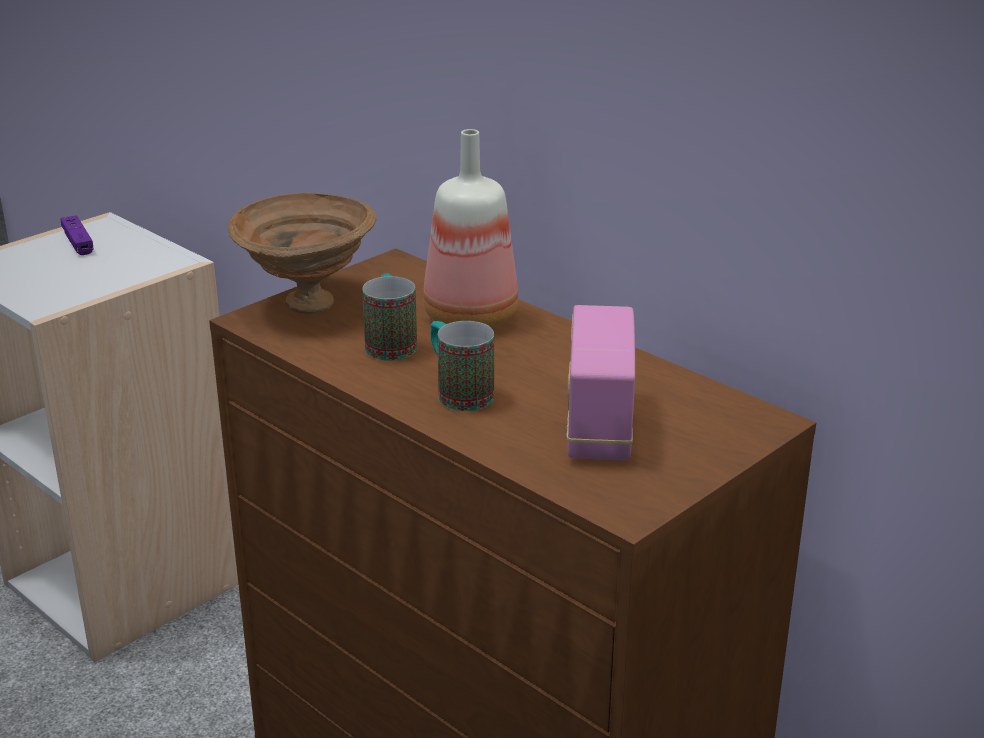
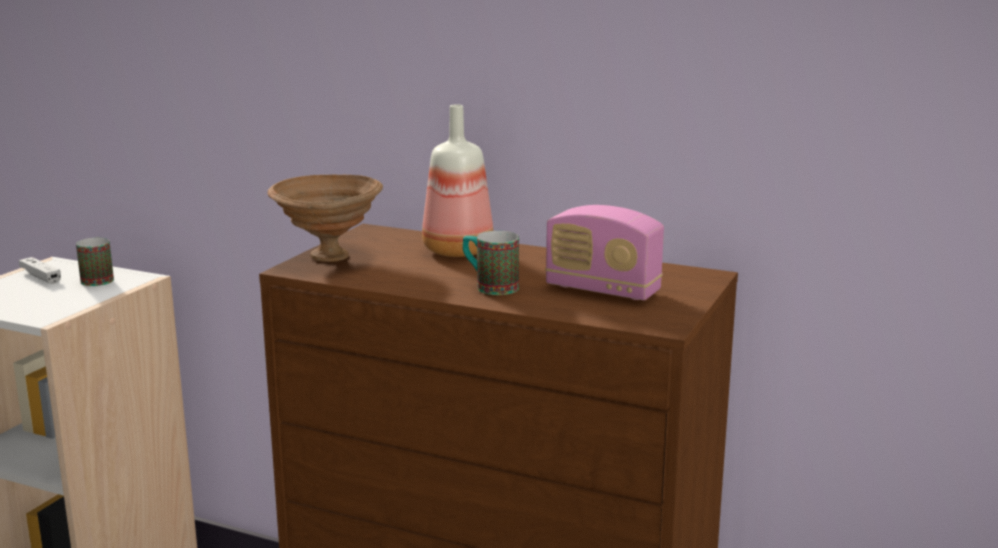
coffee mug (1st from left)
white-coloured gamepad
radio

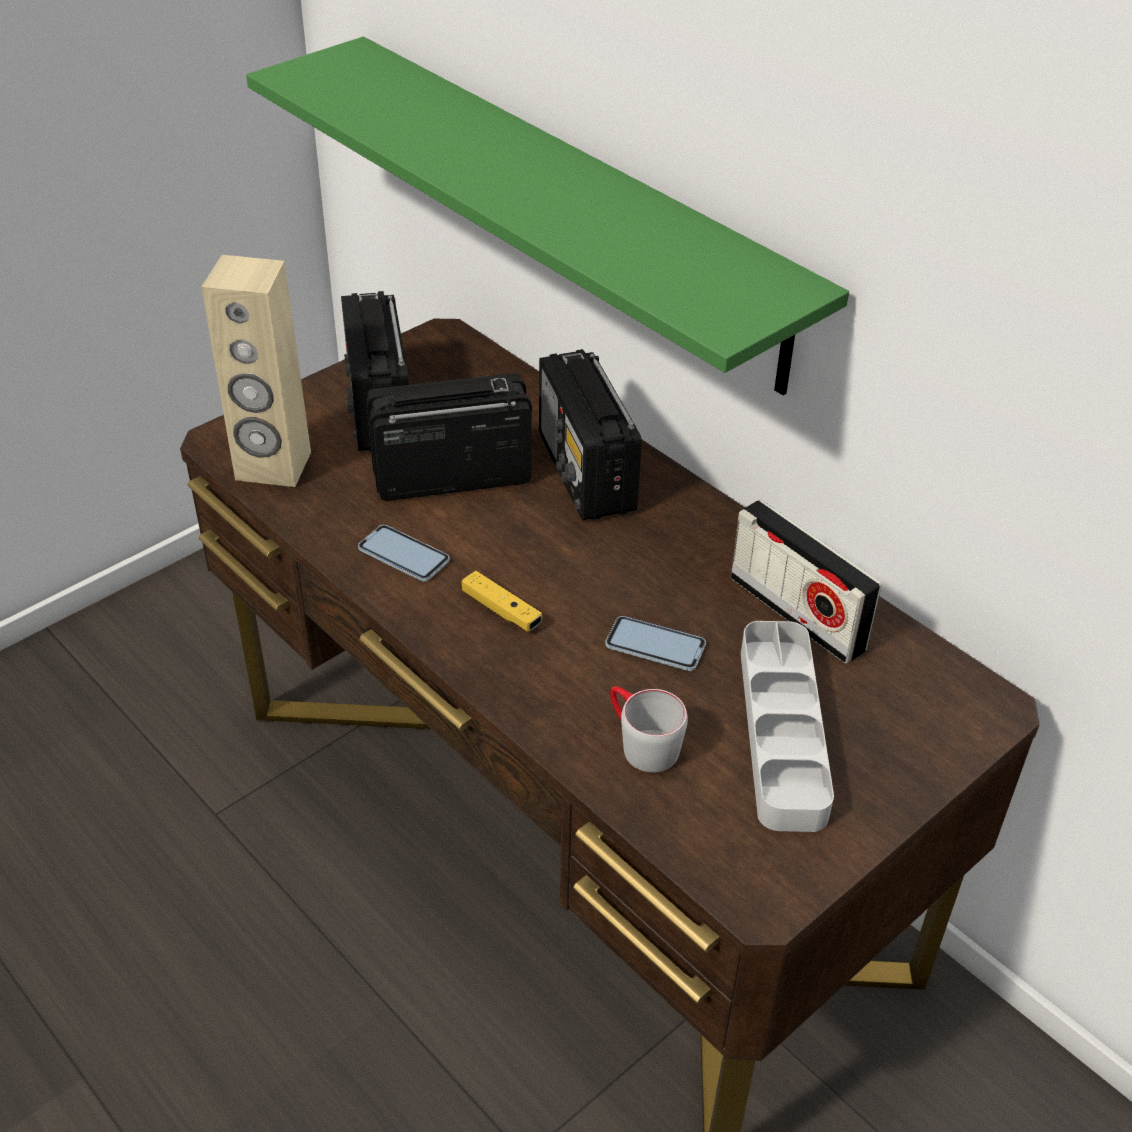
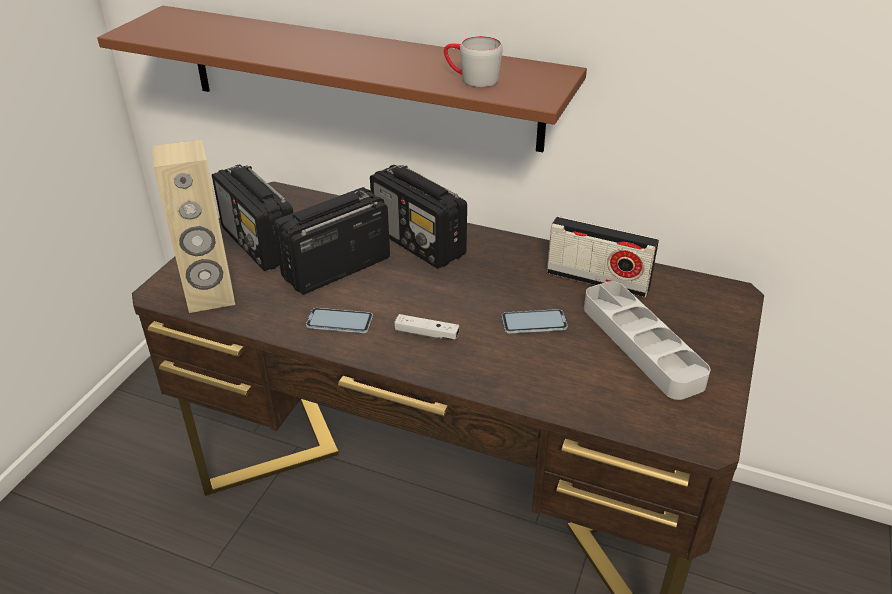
gray coffee mug
brown shelf
white-coloured gamepad

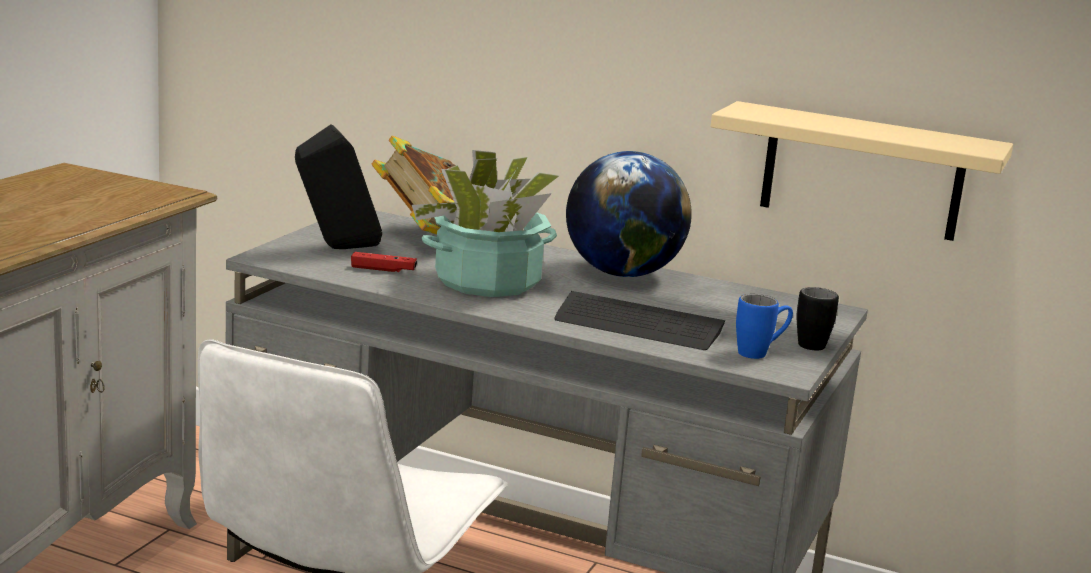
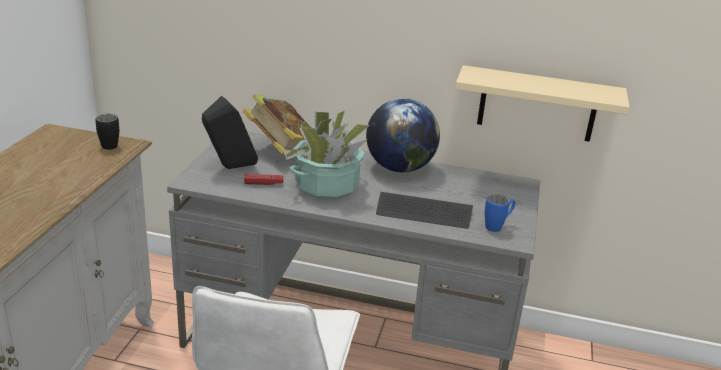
blackish coffee mug

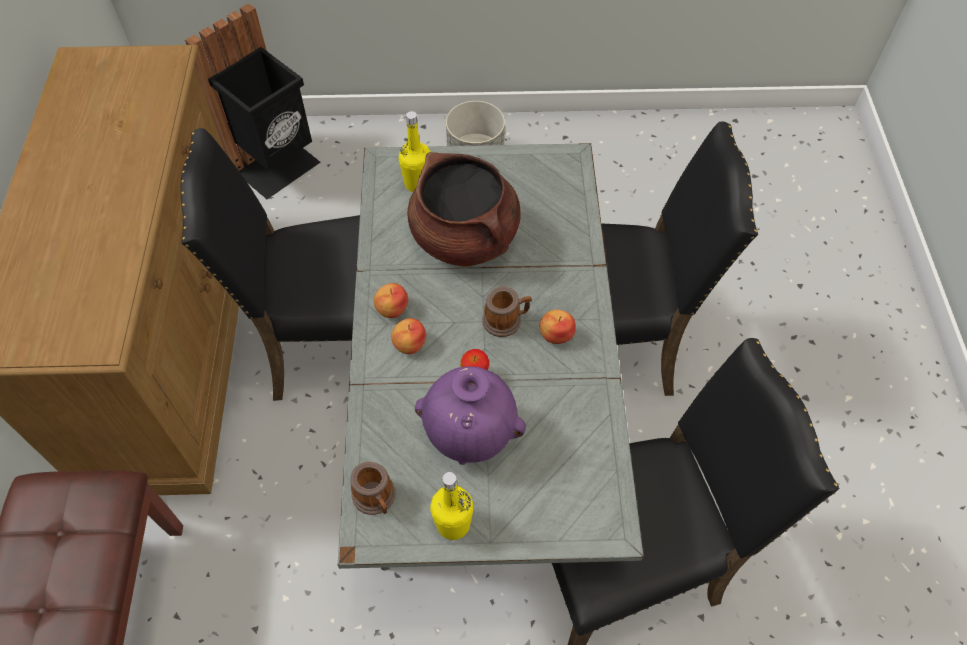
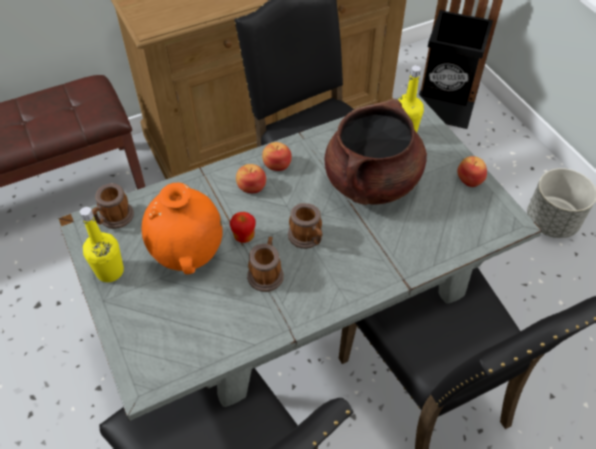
coffee mug (2nd from left)
apple (4th from left)
orangey flower vase

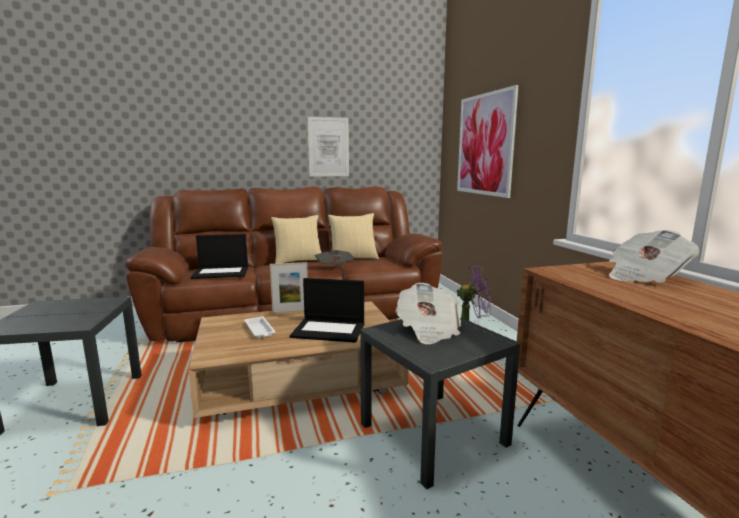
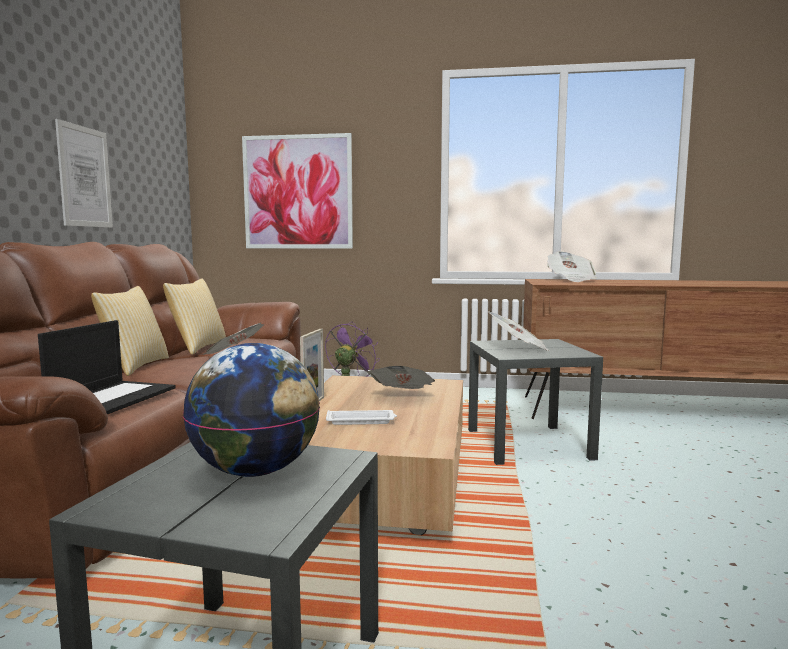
desk globe
printed paper (2nd from left)

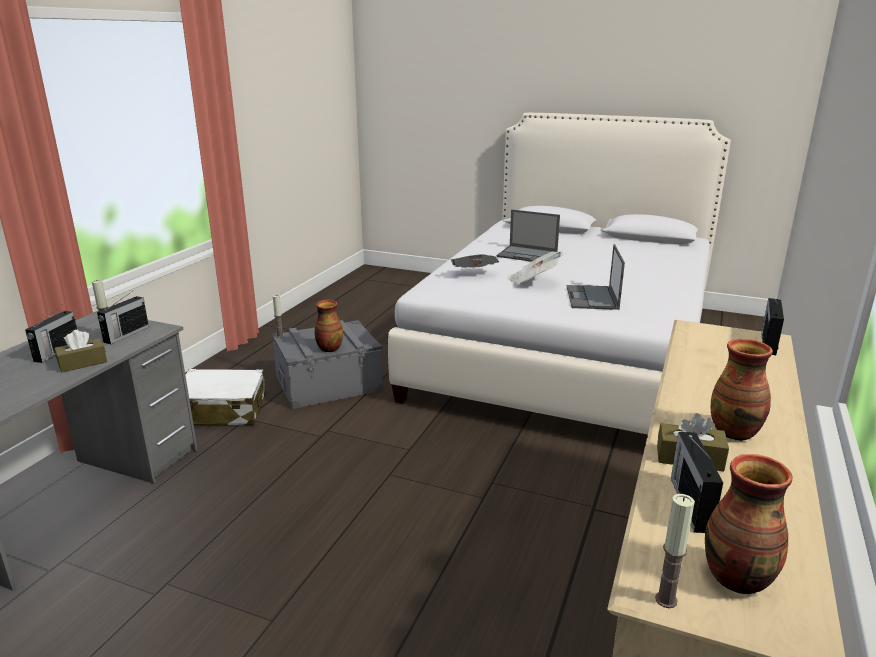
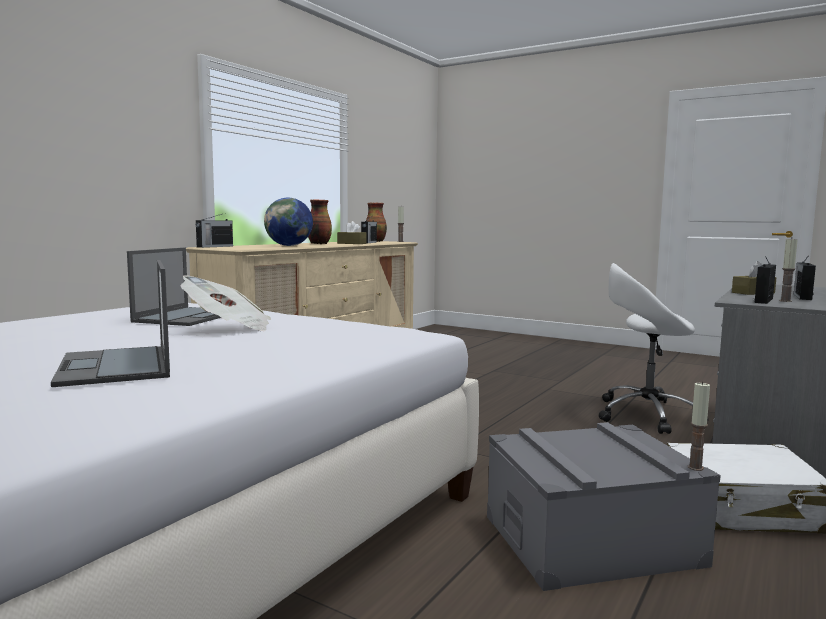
flower vase (1st from left in the first image)
printed paper (1st from left in the first image)
desk globe
white-coloured computer chair
laptop (1st from left)

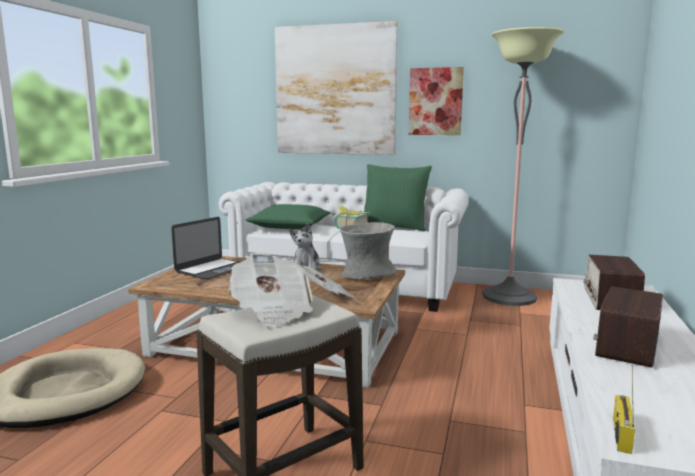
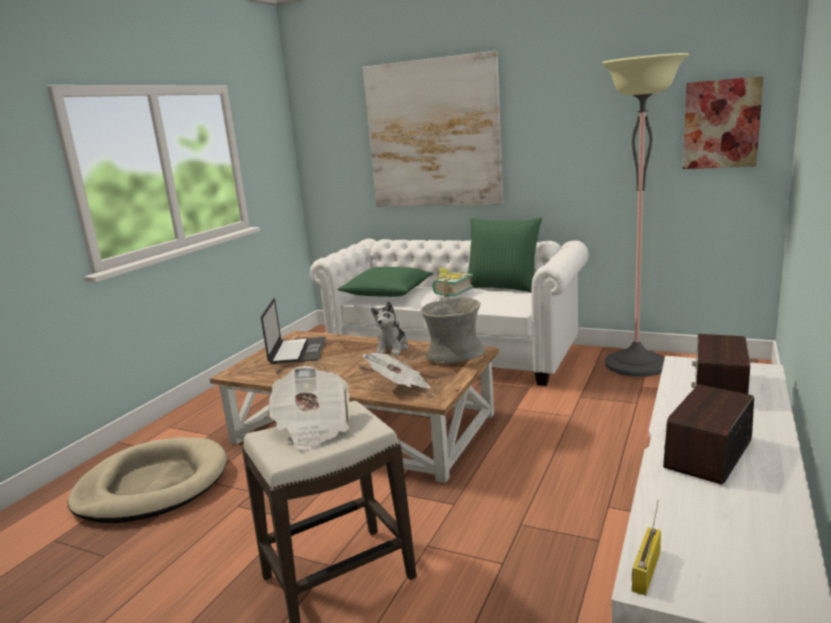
wall picture (2nd from left)
laptop

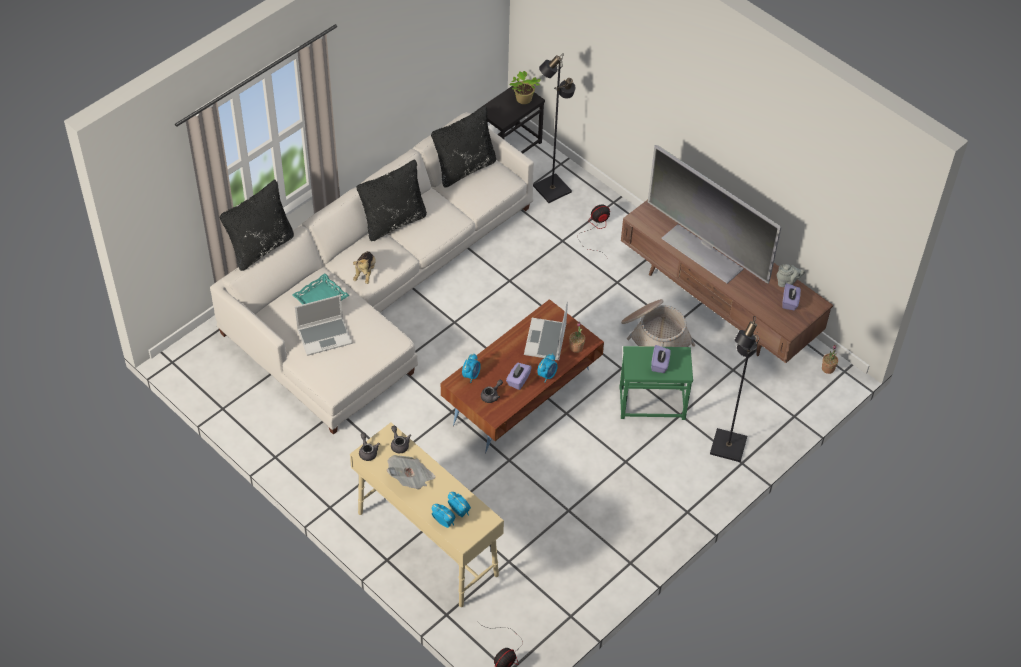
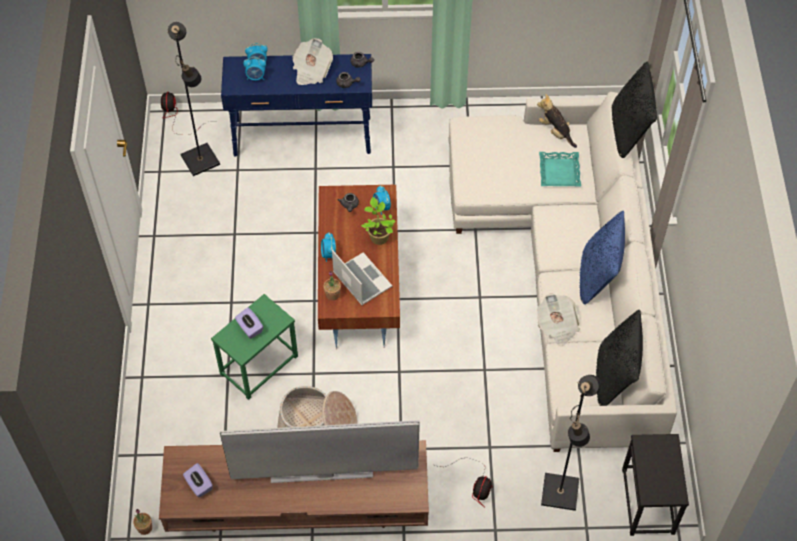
laptop (1st from left in the first image)
purple box of tissues (1st from left in the first image)
gray tea pot (4th from left in the first image)
printed paper (2nd from left)
soft toy
houseplant (3rd from left)
blackish standing lamp (1st from left)
blue-coloured hall table
blue-coloured pillow

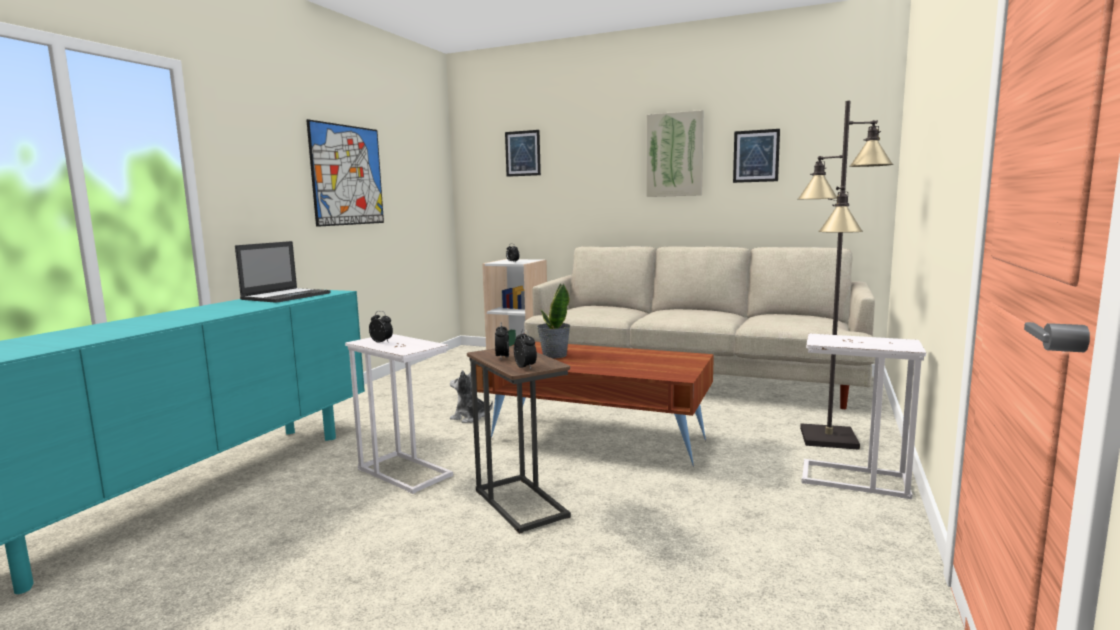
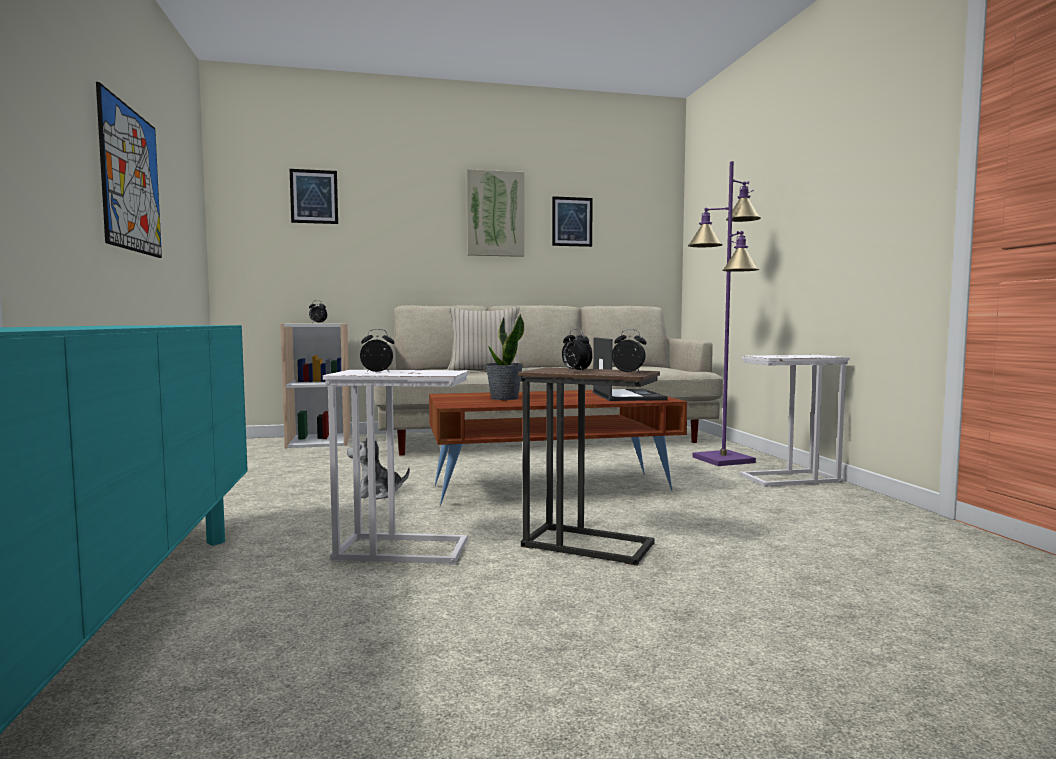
beige-coloured pillow
laptop
purple standing lamp

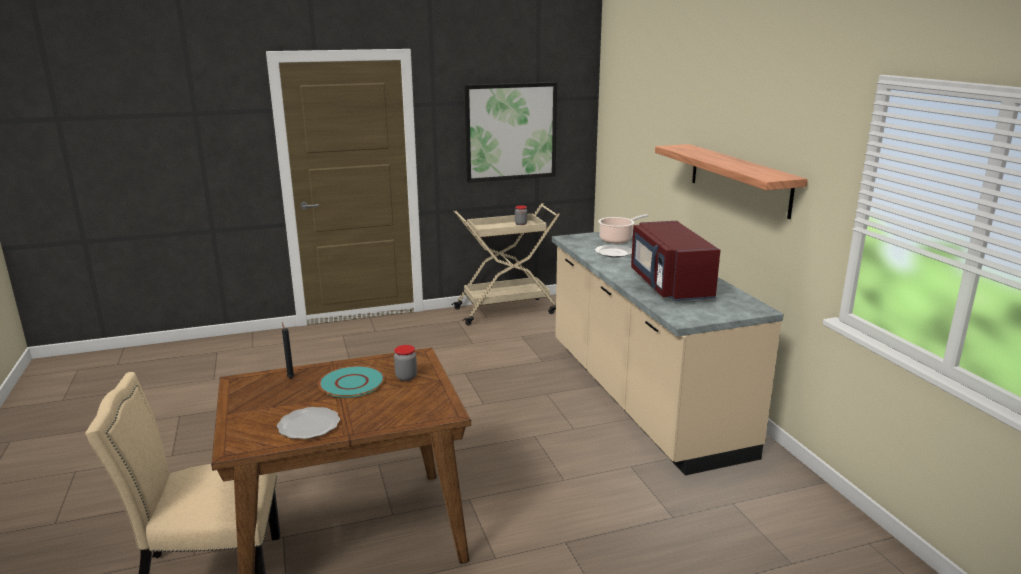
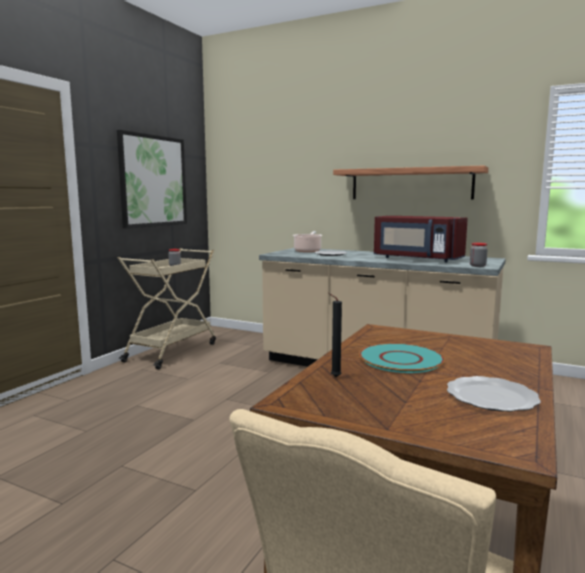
jar (2nd from left)

